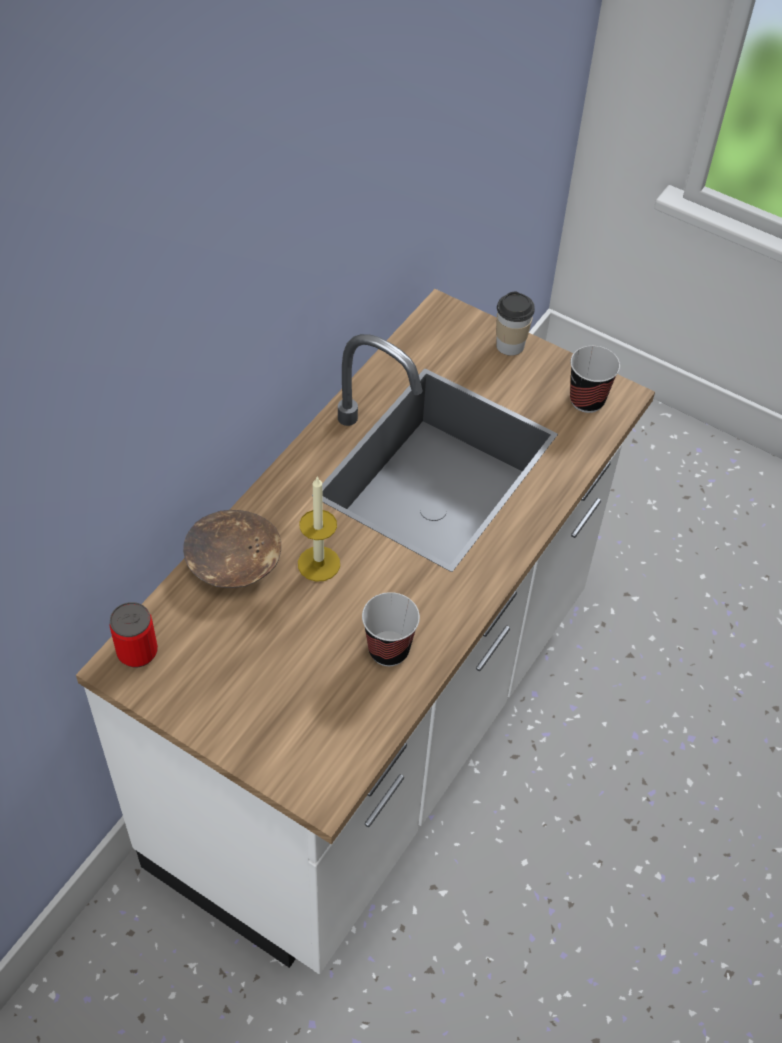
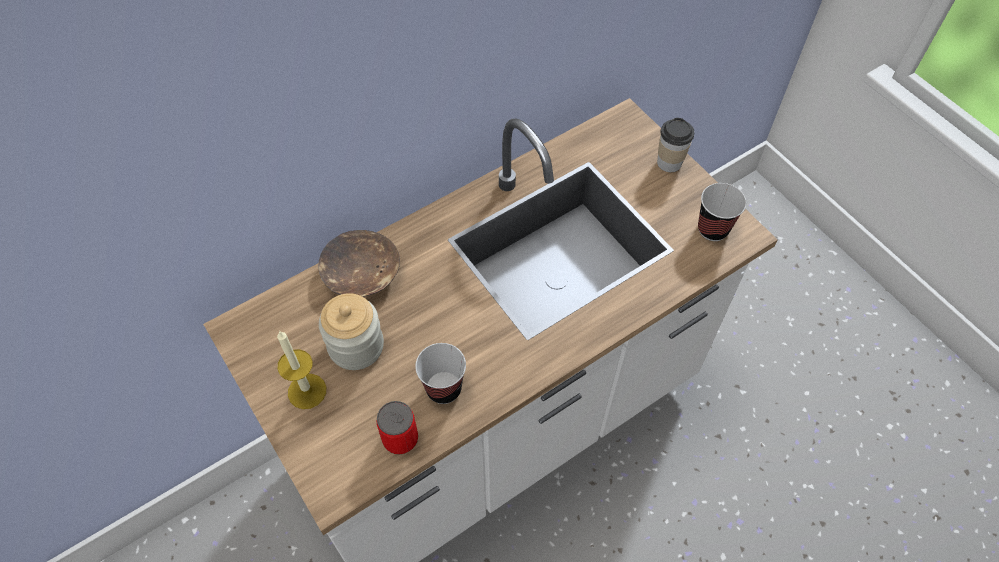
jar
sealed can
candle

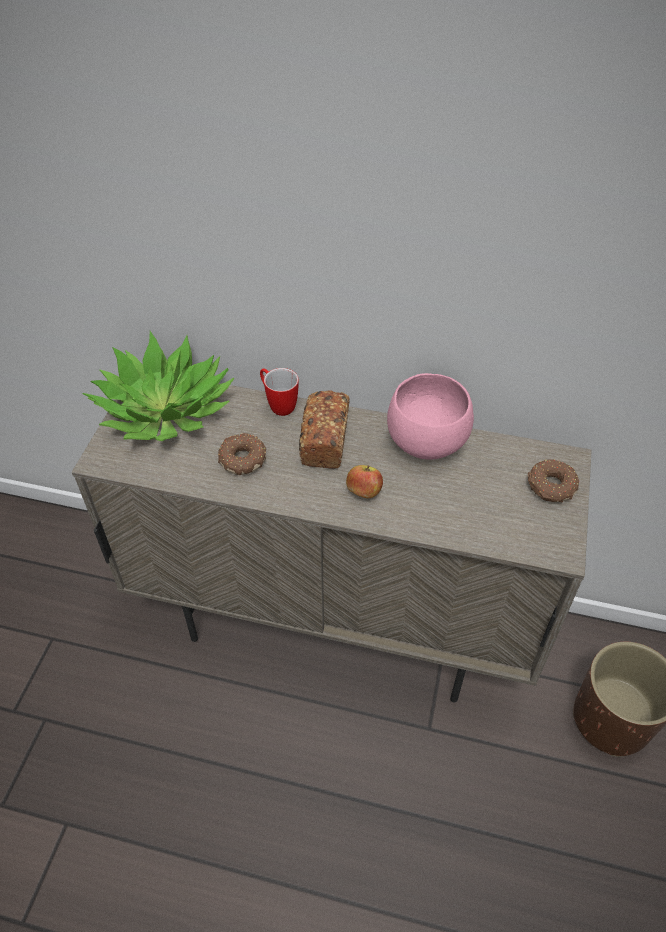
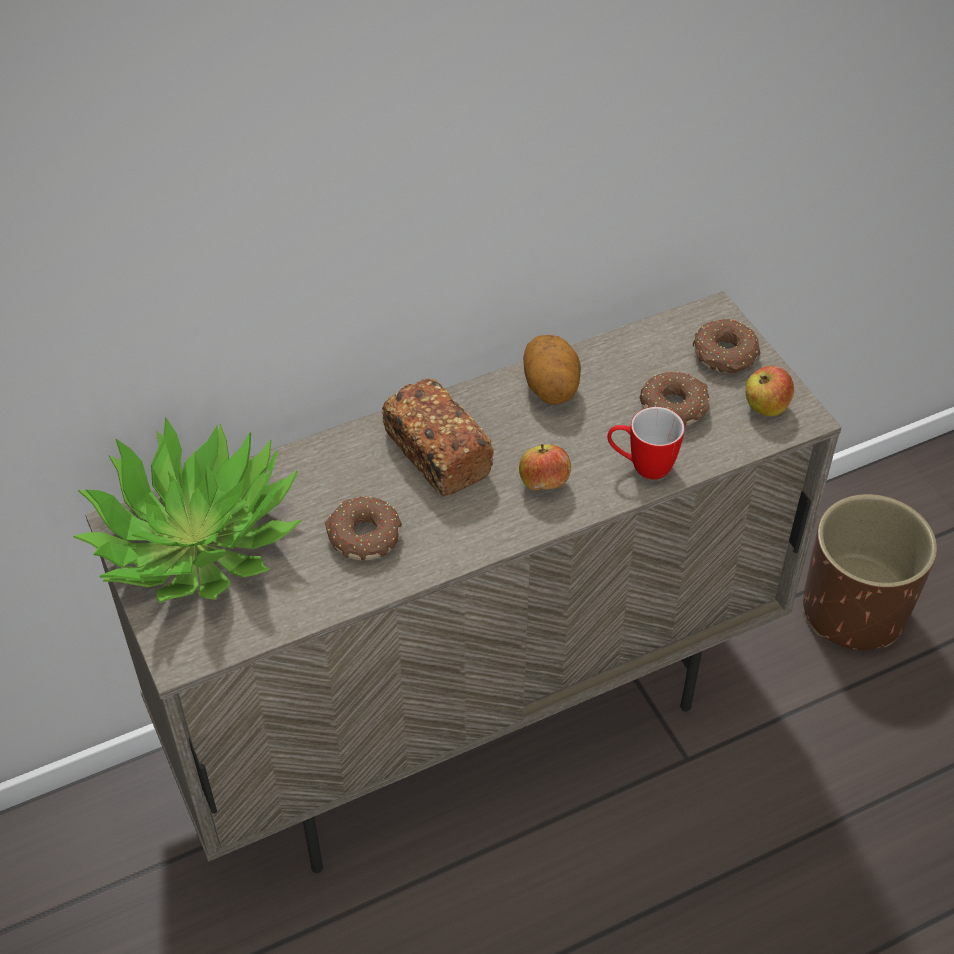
ring doughnut (2nd from left)
apple (2nd from left)
coffee mug
whole potato

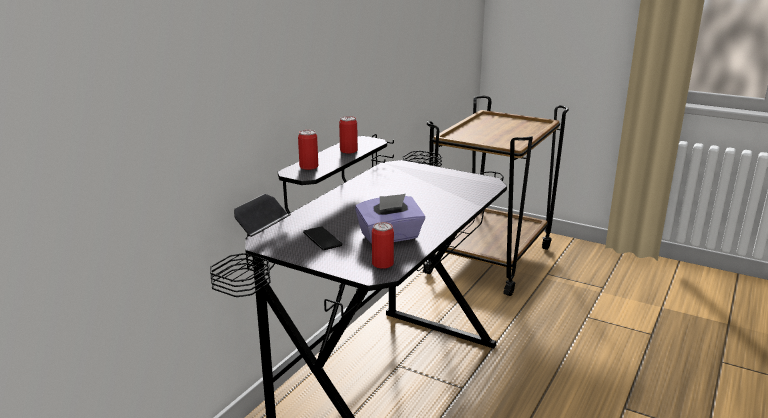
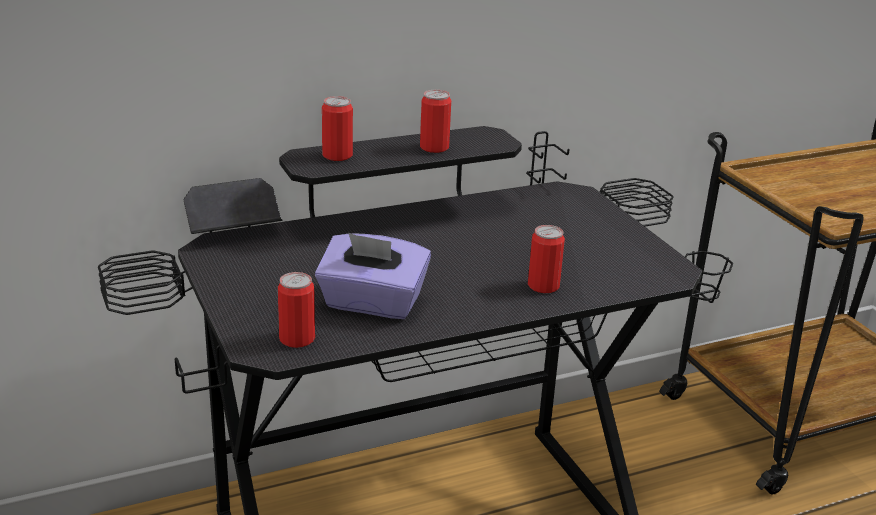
handset
sealed can (4th from left)

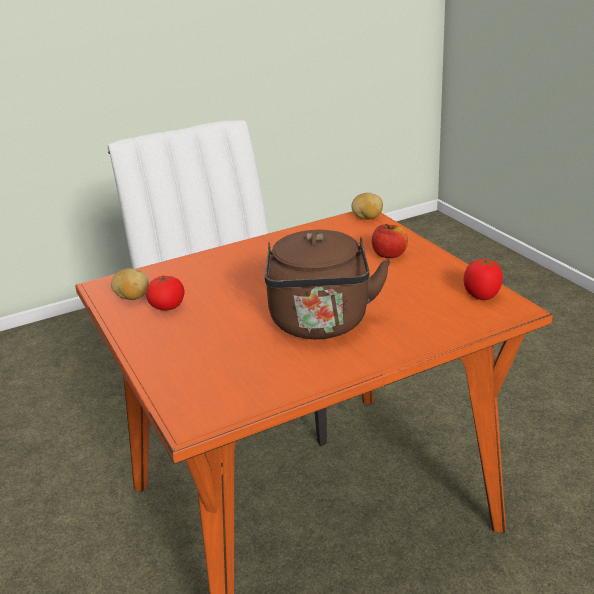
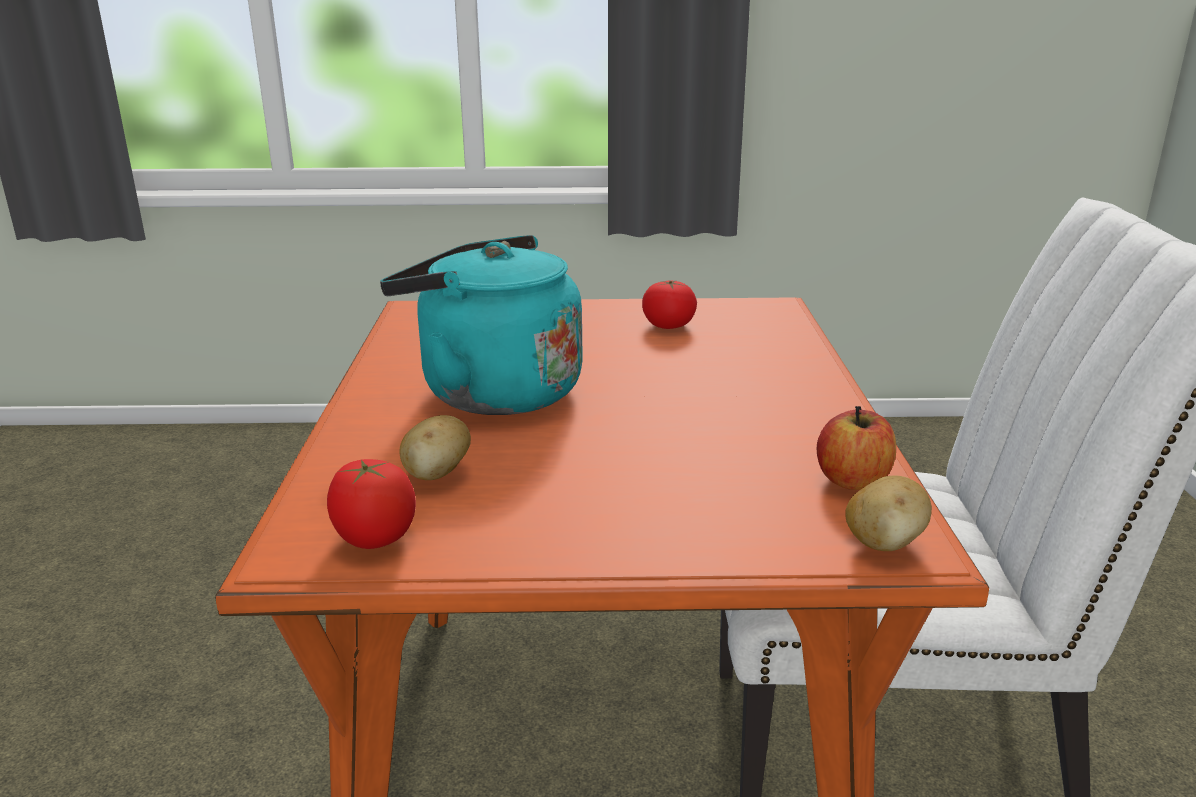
whole potato (1st from left)
apple
blue-green tea kettle

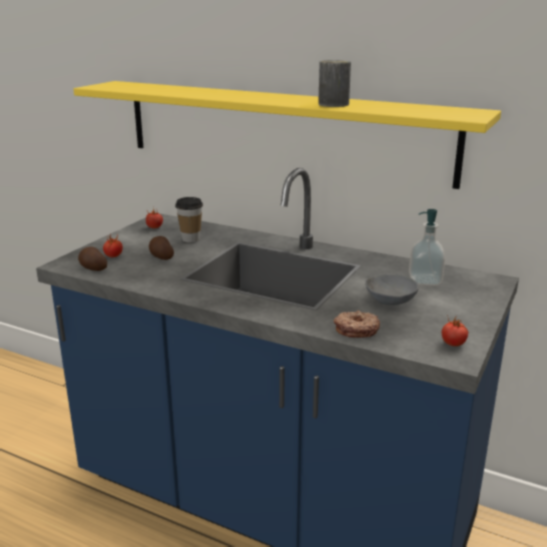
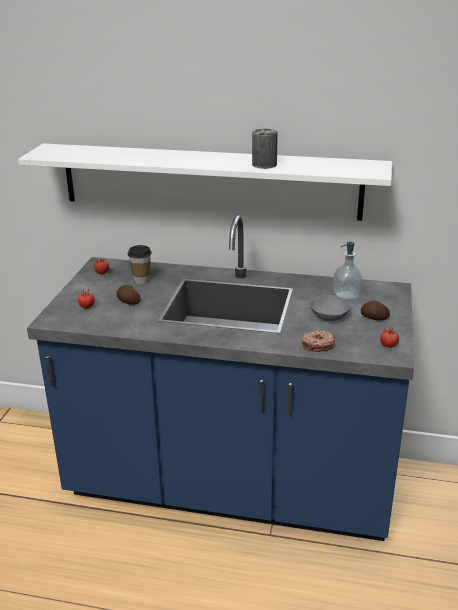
whole potato (2nd from left)
white-coloured shelf

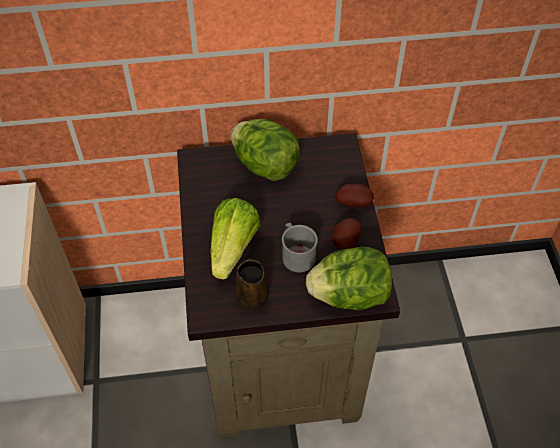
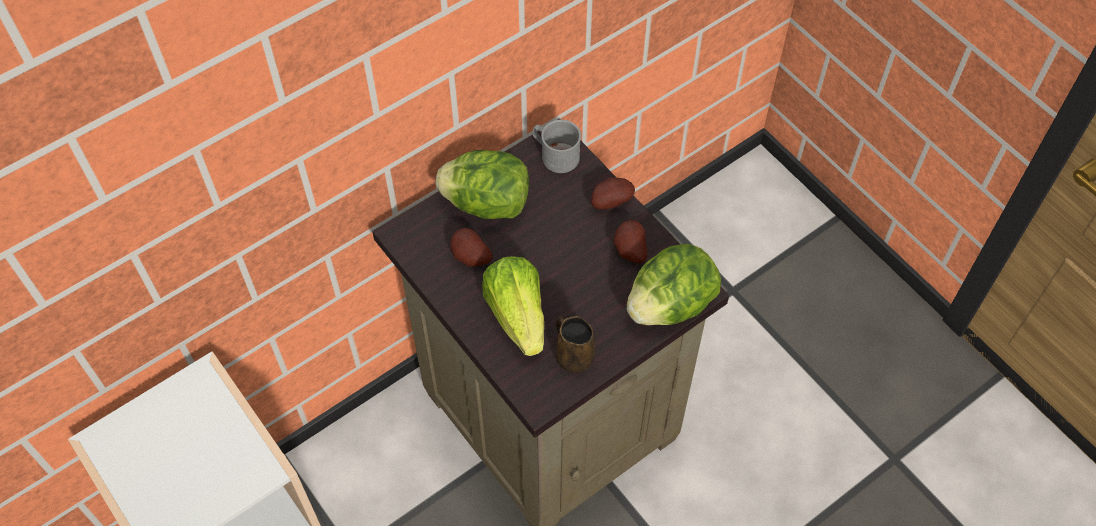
whole potato (1st from left)
gray coffee mug

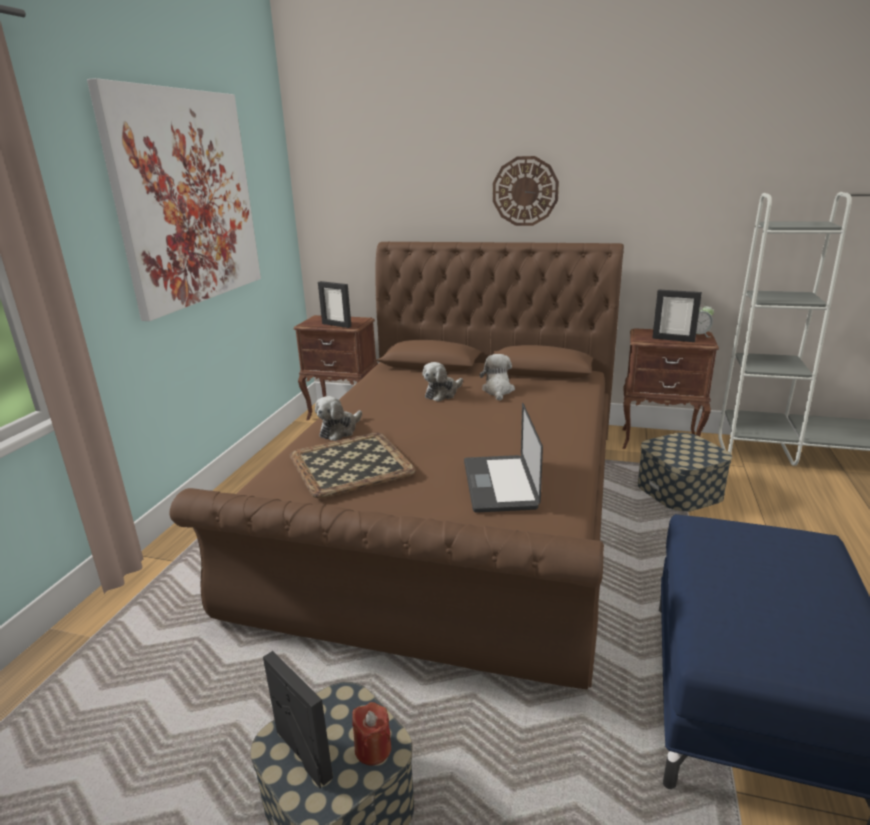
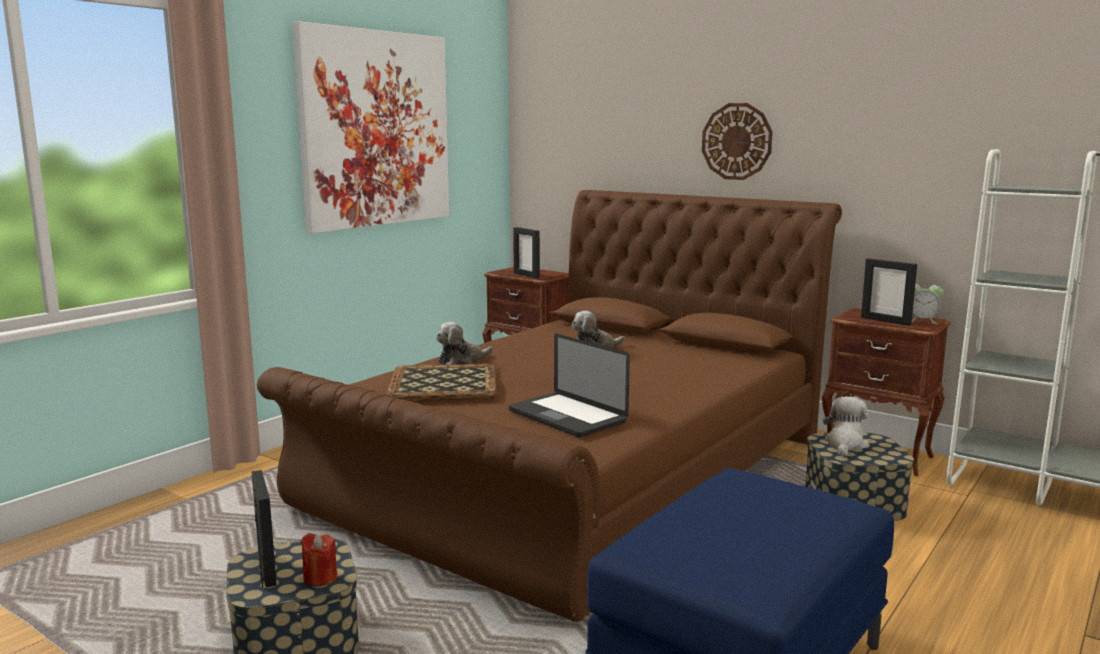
soft toy (3rd from left)
laptop

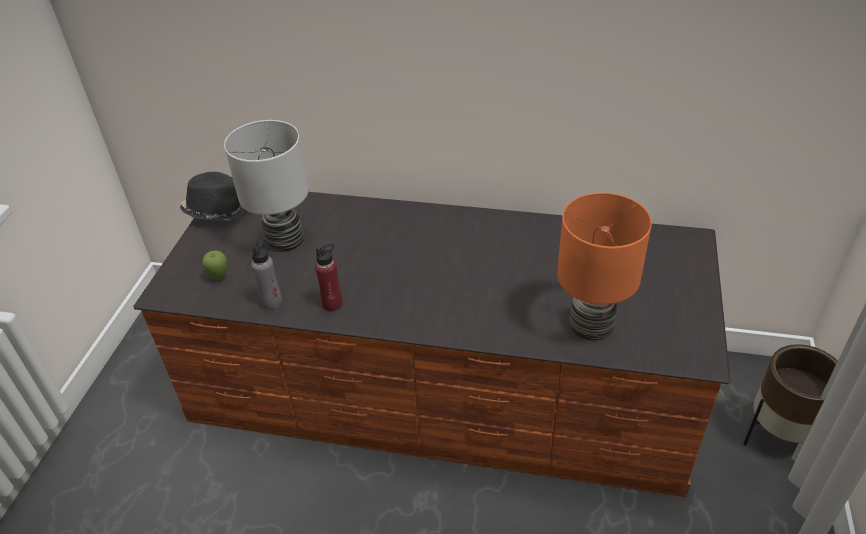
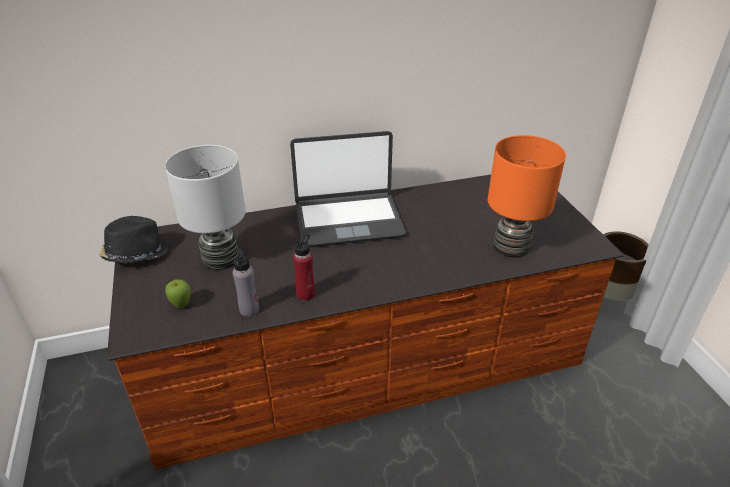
laptop

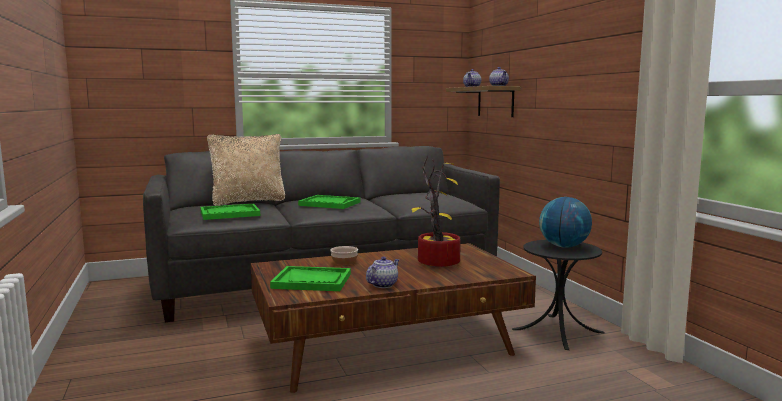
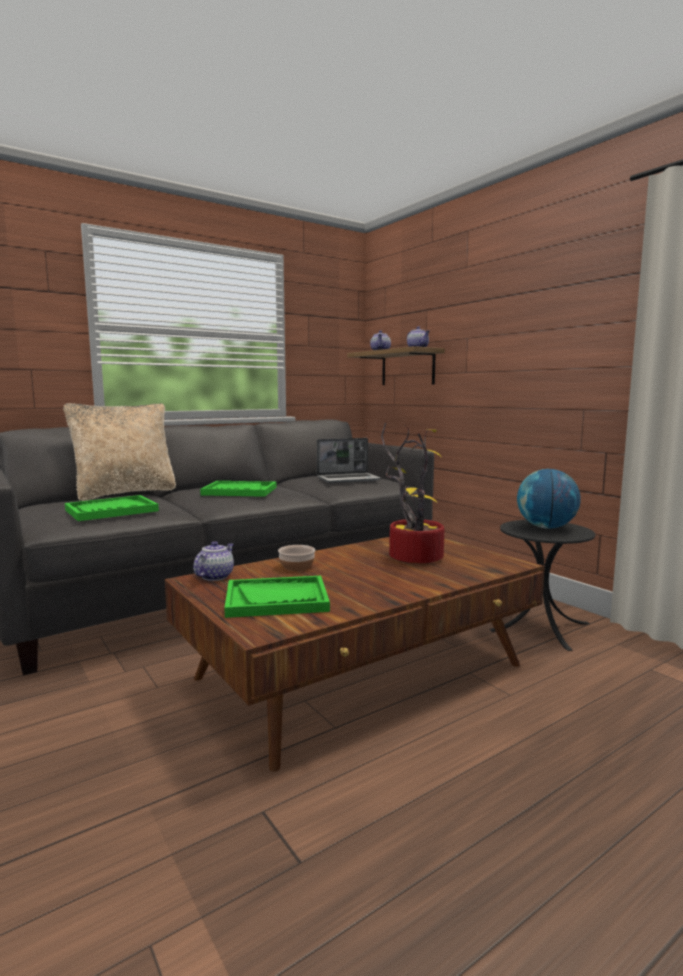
laptop
tea pot (1st from left)

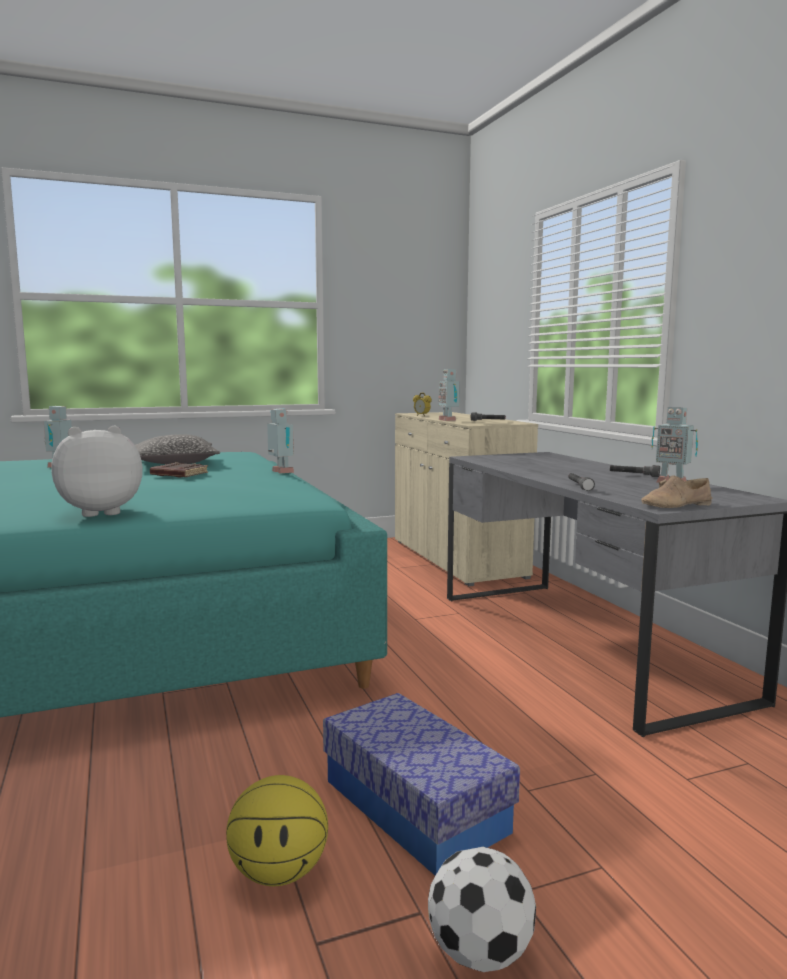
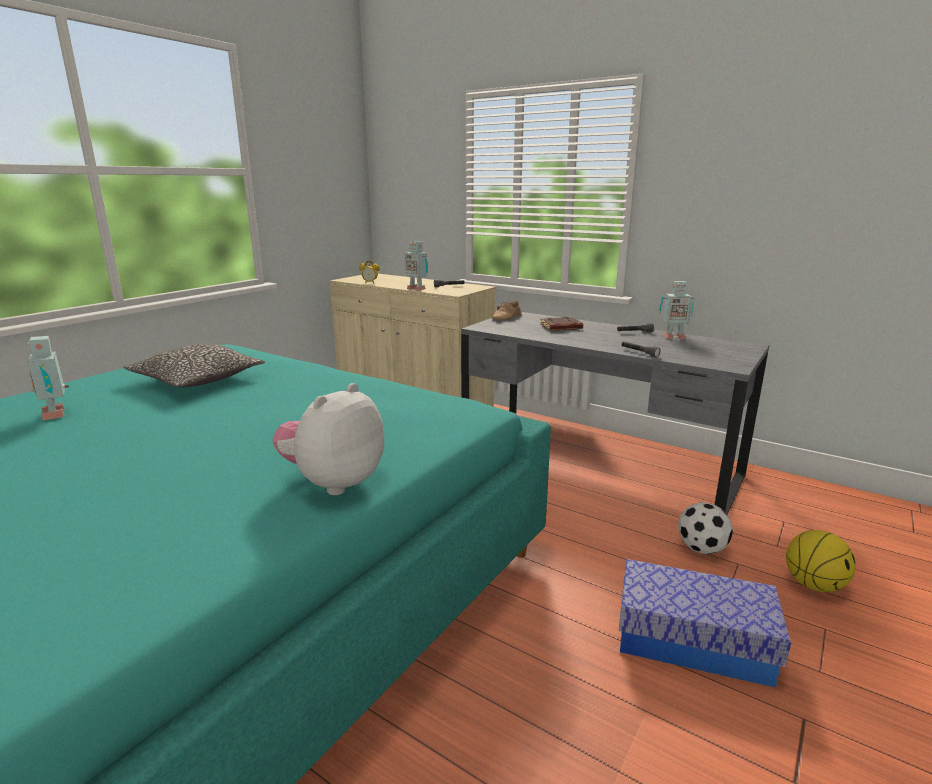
robot figure (2nd from left in the first image)
brown book
basketball
ball for football
beige-coloured item of footwear

